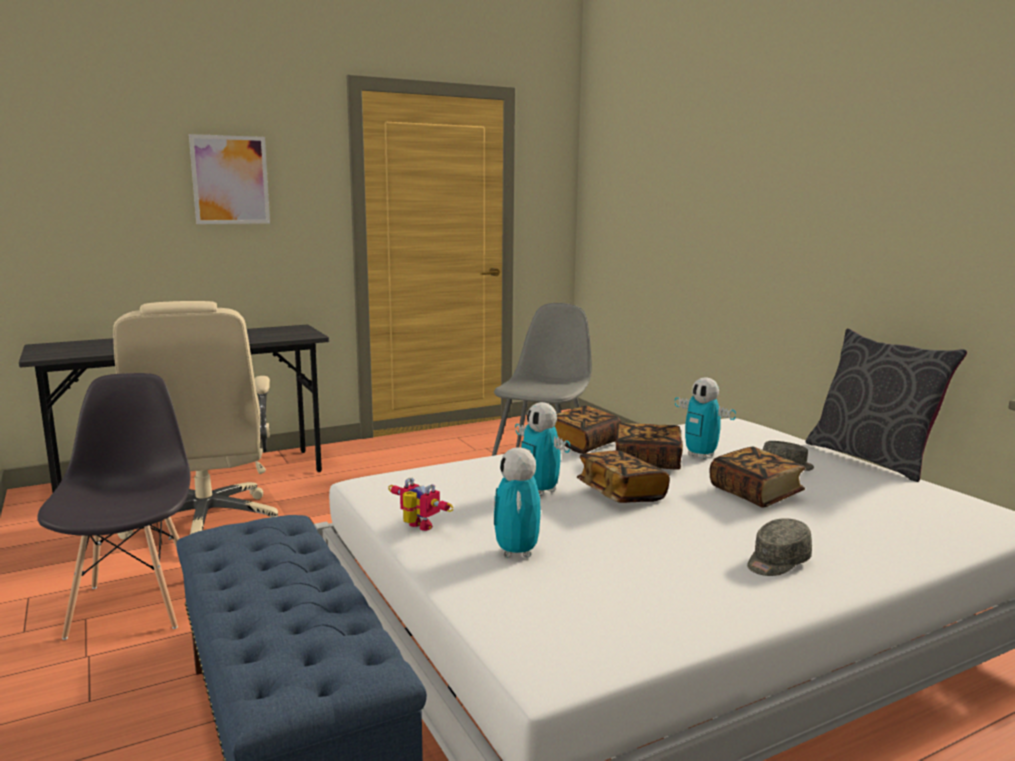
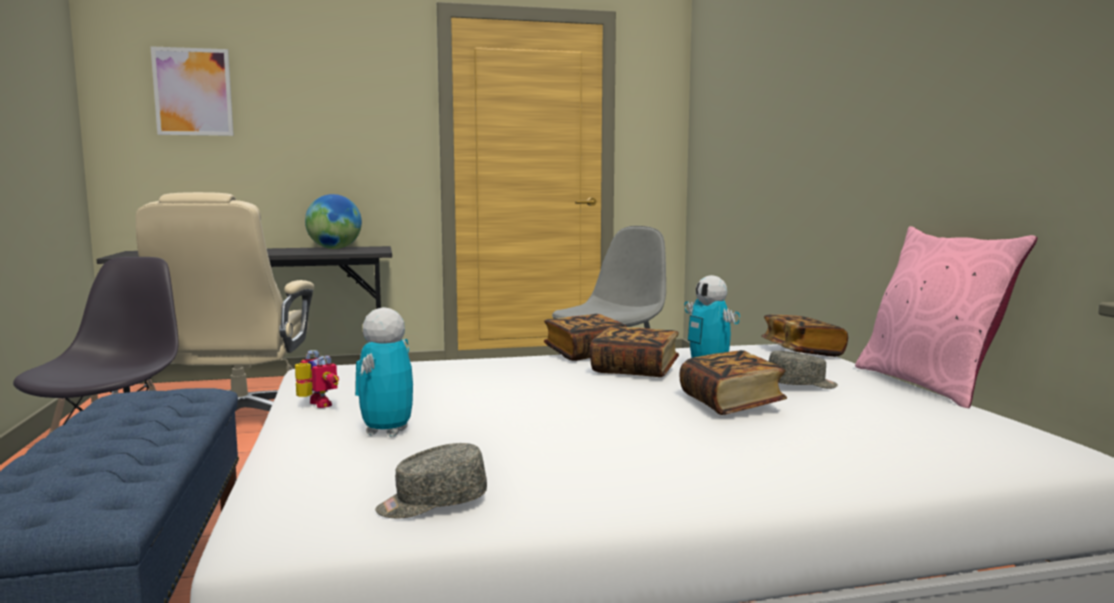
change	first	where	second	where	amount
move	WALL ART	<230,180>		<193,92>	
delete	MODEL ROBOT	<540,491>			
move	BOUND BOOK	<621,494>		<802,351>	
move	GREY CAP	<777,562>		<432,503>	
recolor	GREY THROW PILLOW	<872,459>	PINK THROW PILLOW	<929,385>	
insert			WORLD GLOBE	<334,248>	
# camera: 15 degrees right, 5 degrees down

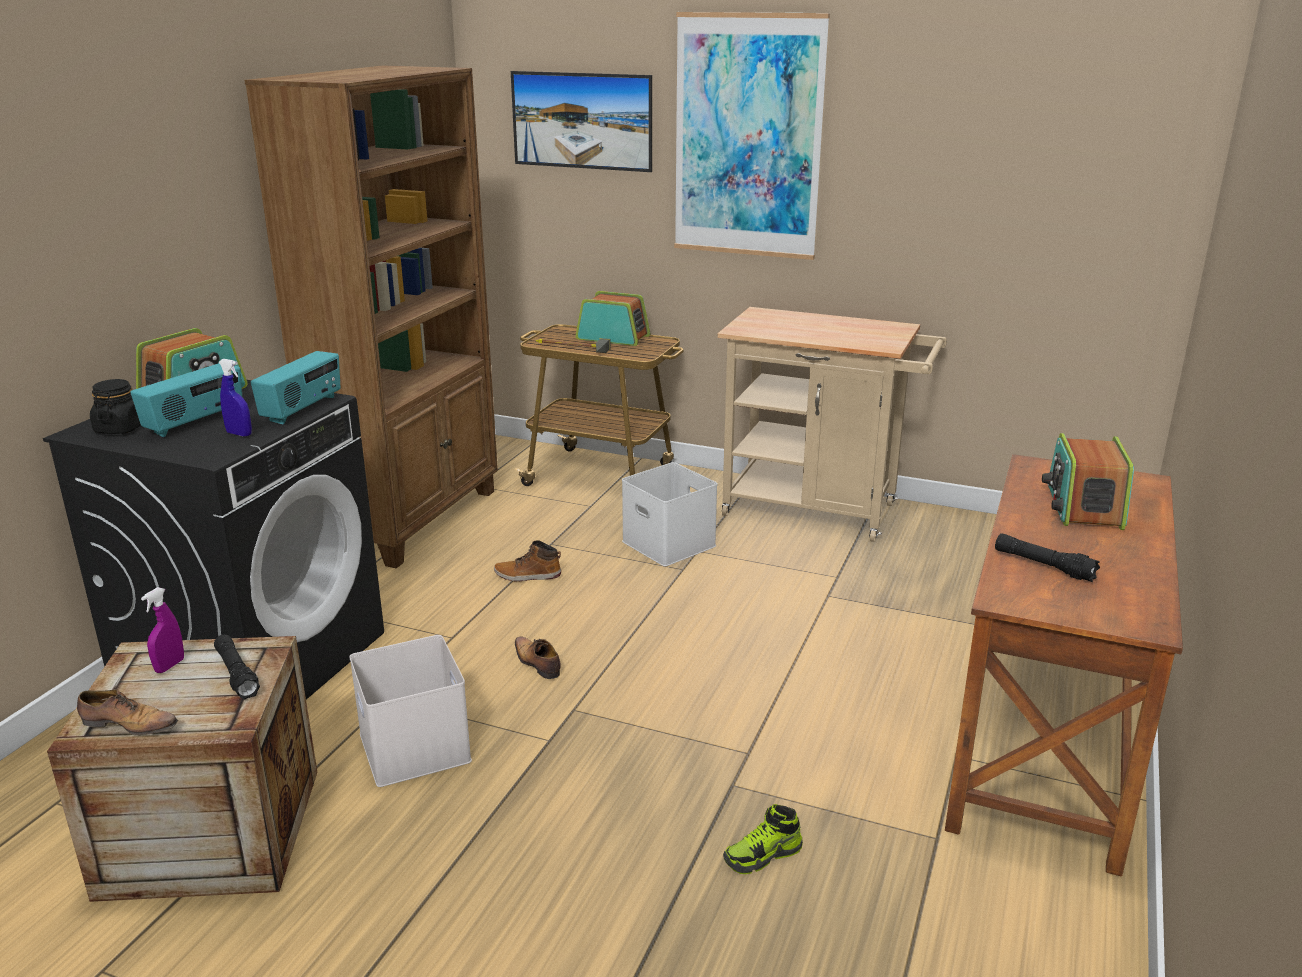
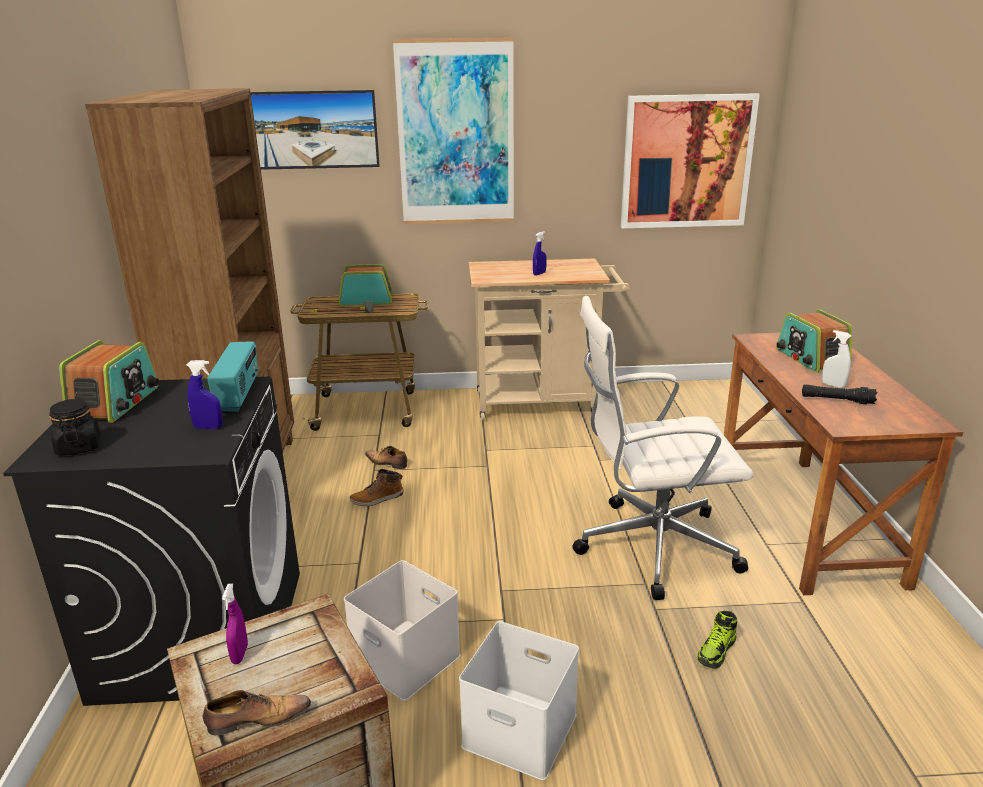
change	first	where	second	where	amount
delete	RADIO	<195,422>			
delete	BLACK HAND TORCH	<236,674>			
move	SHOE	<537,663>		<387,463>	
move	WHITE STORAGE BIN	<666,543>		<517,731>	
insert			BLUE-COLOURED SPRAY BOTTLE	<539,274>	
insert			WHITE DESK CHAIR	<651,546>	
insert			WALL ART	<686,162>	
insert			WHITE SPRAY BOTTLE	<833,385>	
# camera: 25 degrees left, 0 degrees up

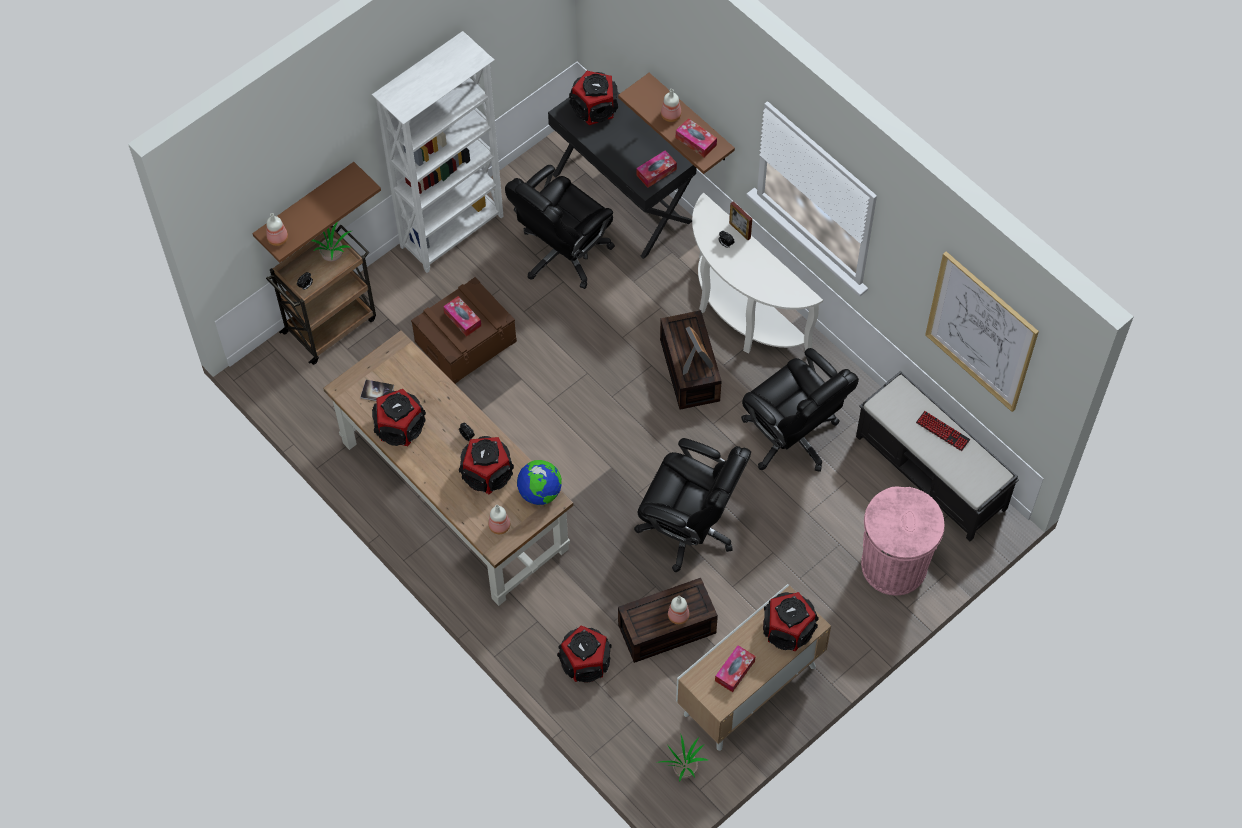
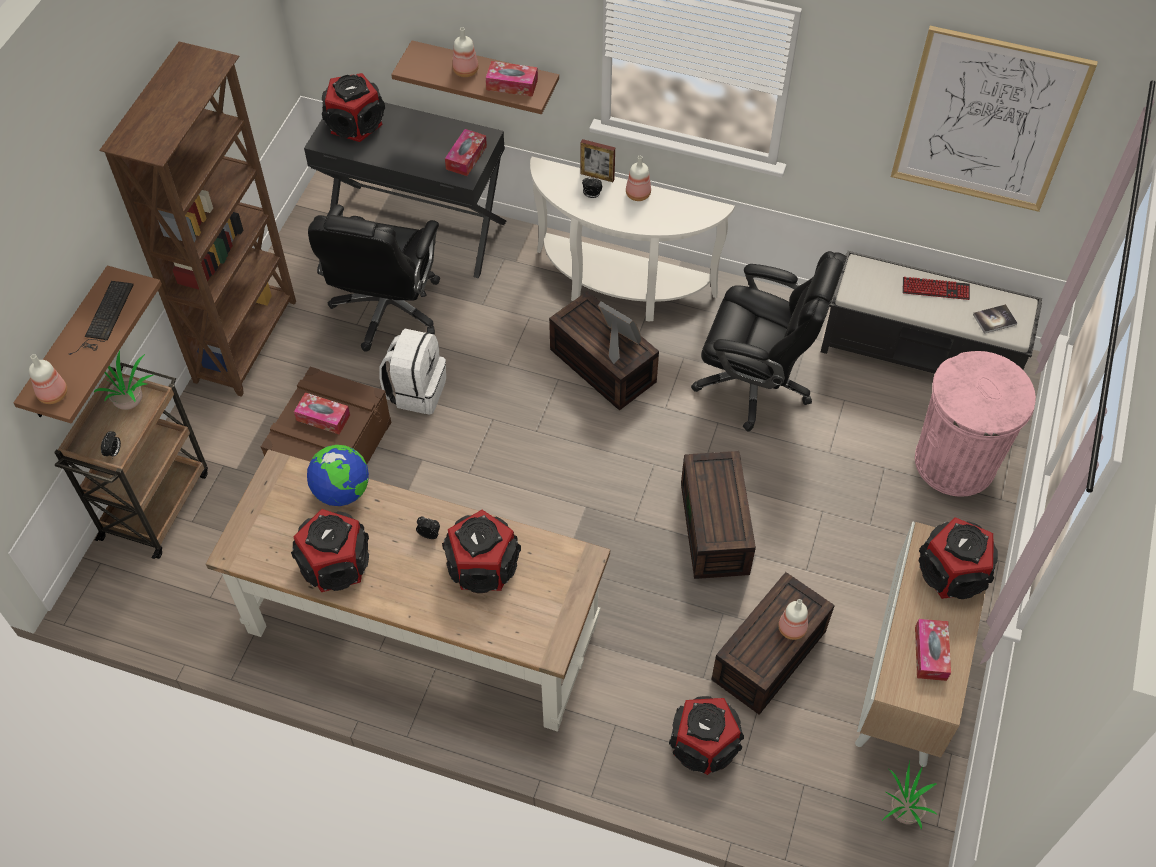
change	first	where	second	where	amount
move	BOUND BOOK	<377,392>		<994,319>	
recolor	WHITE BOOKSHELF	<453,232>	BROWN-COLOURED BOOKSHELF	<247,340>	
move	DRINK BOTTLE	<499,525>		<637,194>	
move	WORLD GLOBE	<540,492>		<342,491>	
replace	BLACK DESK CHAIR	<689,528>	BROWN-COLOURED STORAGE BIN	<716,529>	
insert			PC KEYBOARD	<104,318>	
insert			WHITE RUCKSACK	<416,390>	
# camera: 30 degrees left, 5 degrees down

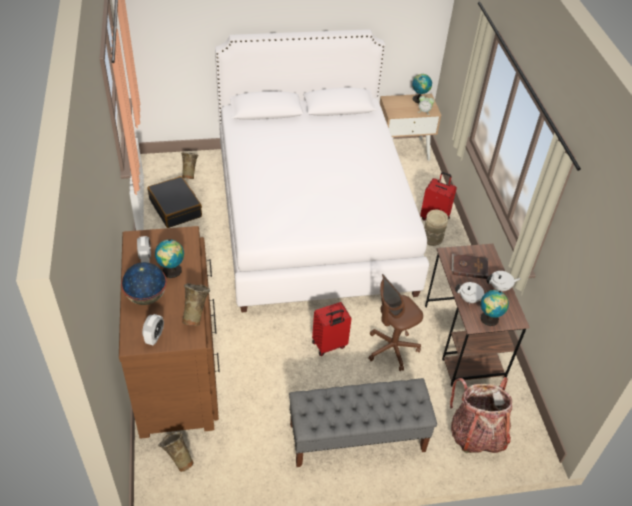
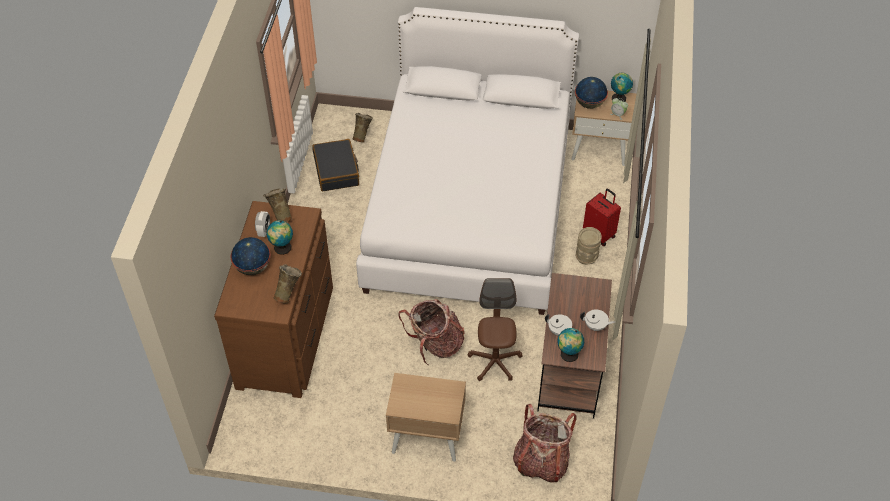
change	first	where	second	where	amount
delete	ALARM CLOCK	<154,337>			
move	BEIGE-COLOURED DECORATIVE VASE	<178,460>		<280,216>	
replace	GREY LONG SEAT	<356,438>	BEIGE-COLOURED BEDSIDE TABLE	<426,436>	
replace	REDDISH SUITCASE	<329,345>	RUCKSACK	<435,344>	
rotate	BROWN-COLOURED DESK CHAIR	<392,349>		<494,362>	105 degrees clockwise
delete	BROWN-COLOURED BOUND BOOK	<469,267>			
insert			WORLD GLOBE	<589,104>	
# camera: 20 degrees right, 5 degrees up

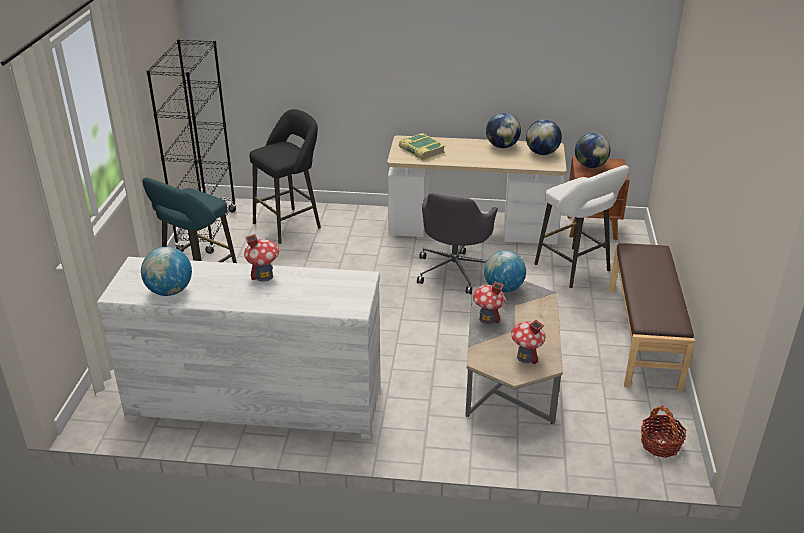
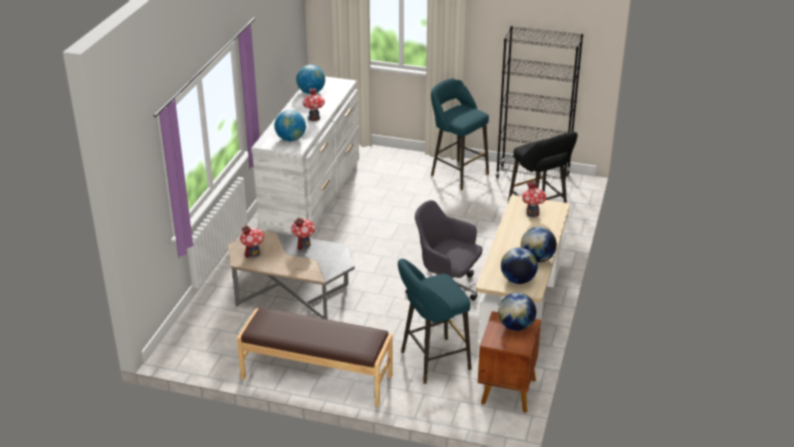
change	first	where	second	where	amount
replace	BOUND BOOK	<421,150>	MODEL HOUSE	<532,213>	
move	WORLD GLOBE	<503,288>		<291,139>	
recolor	WHITE STOOL	<575,269>	BLUE-GREEN STOOL	<431,361>	
delete	STORAGE BASKET	<660,444>			
# camera: 100 degrees right, 0 degrees up

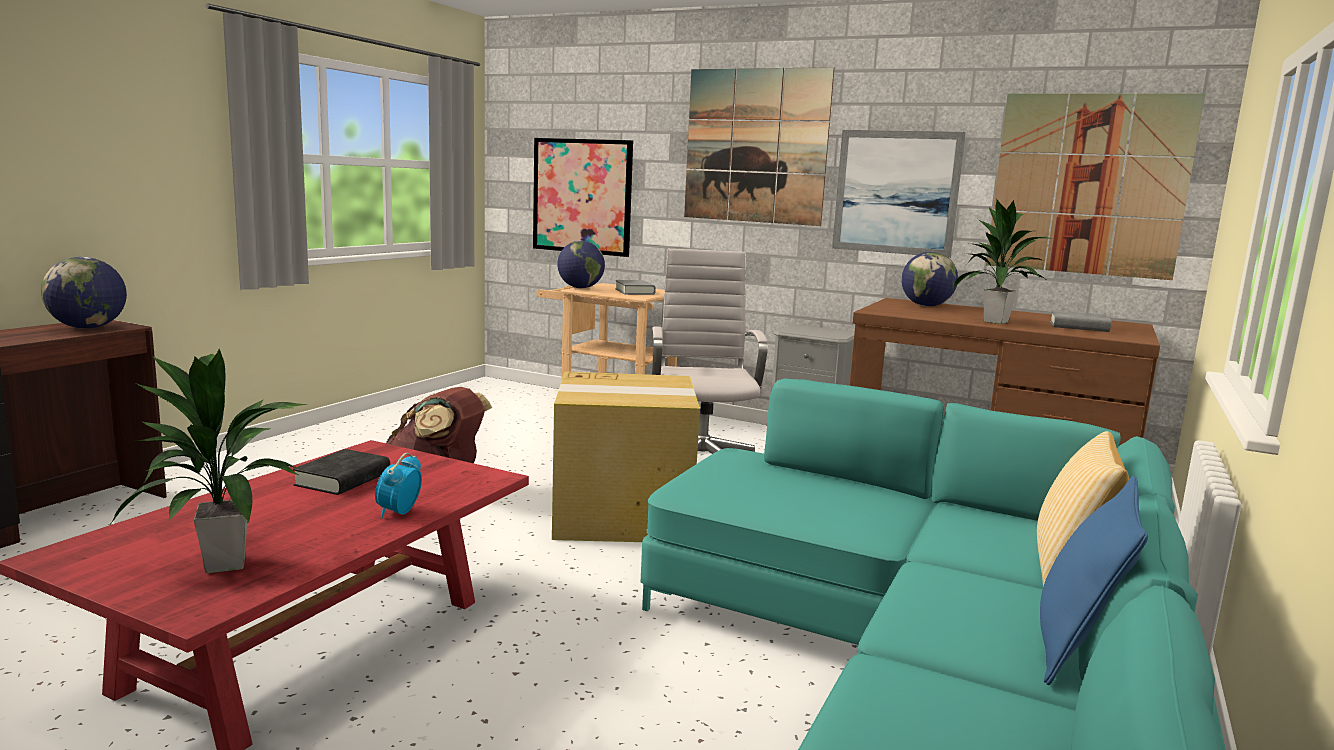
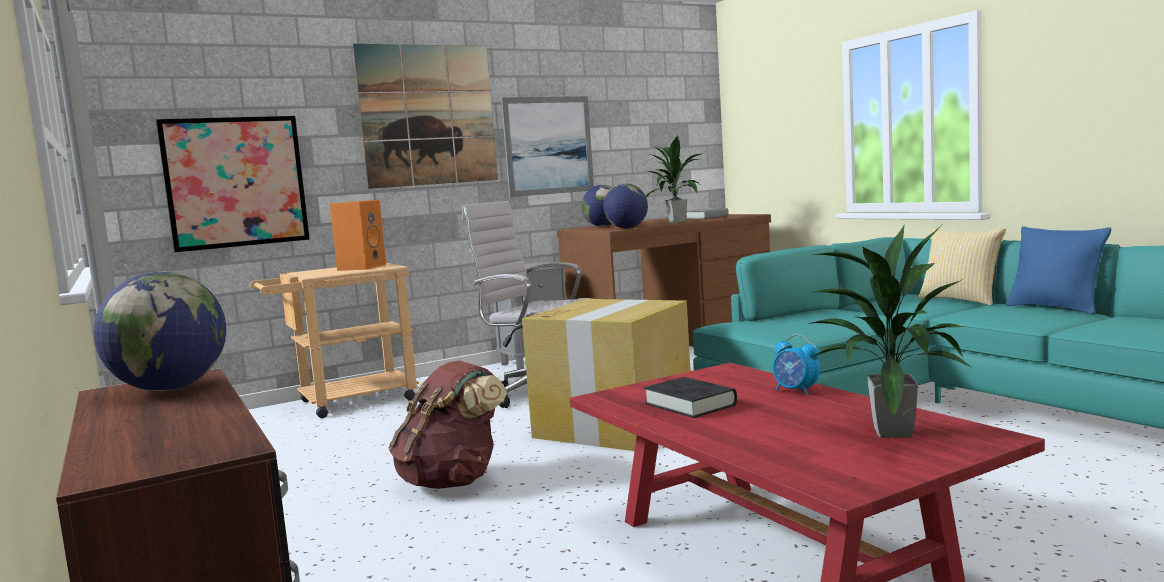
change	first	where	second	where	amount
move	WORLD GLOBE	<580,288>		<627,228>	
replace	GREY BOUND BOOK	<635,292>	ORANGE-COLOURED LOUDSPEAKER	<361,267>	
delete	WALL ART	<1088,185>			
# camera: 55 degrees left, 5 degrees down

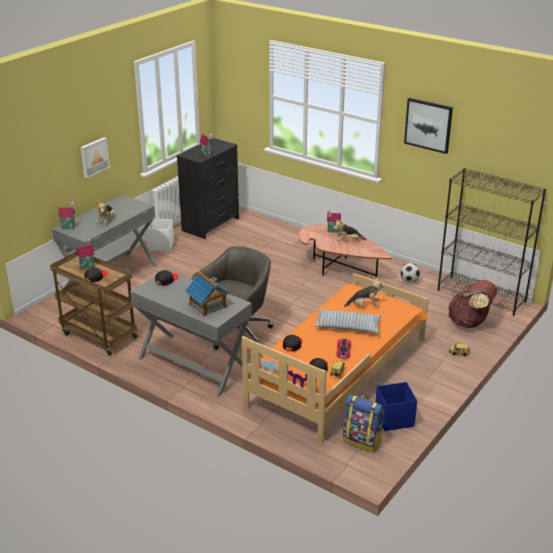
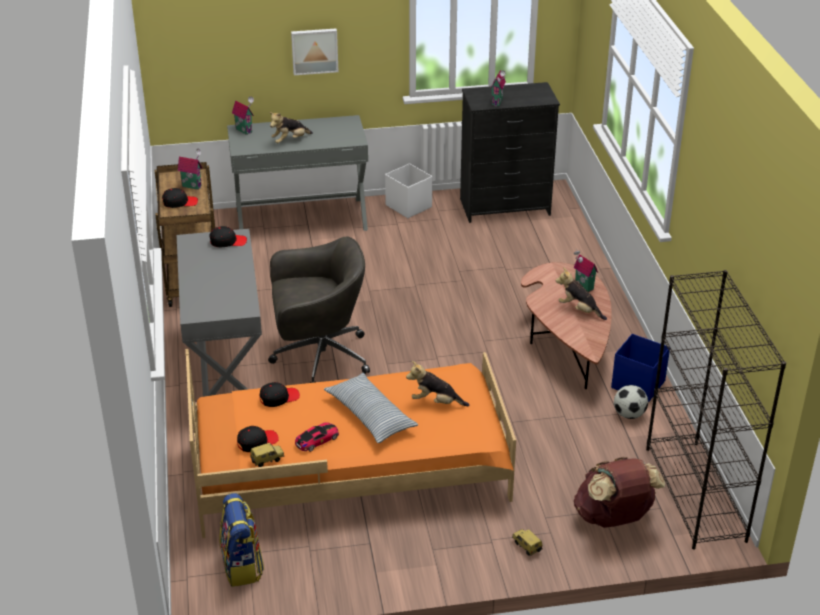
change	first	where	second	where	amount
delete	MODEL HOUSE	<208,306>			
rotate	CUDDLY TOY	<364,305>		<436,402>	150 degrees clockwise
move	BLUE-COLOURED STORAGE BIN	<393,419>		<637,384>	
delete	WALL ART	<428,125>			
# camera: 45 degrees right, 5 degrees up

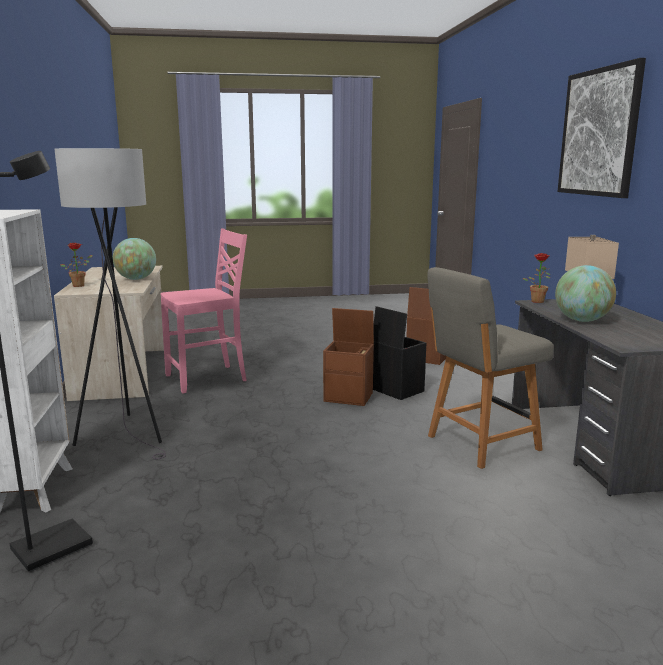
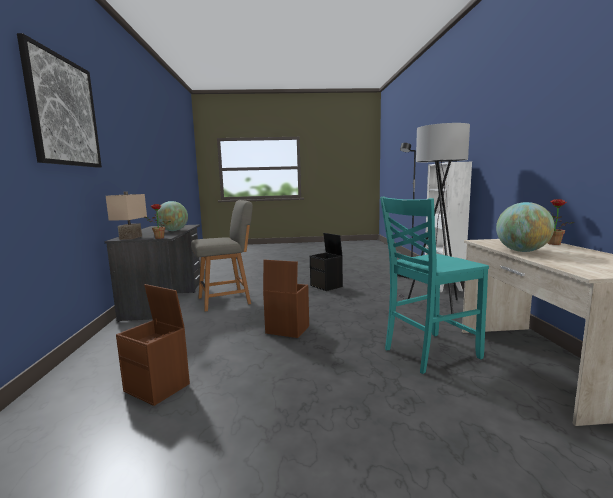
change	first	where	second	where	amount
recolor	PINK UPRIGHT CHAIR	<208,378>	BLUE-GREEN UPRIGHT CHAIR	<428,353>	
move	BLACK STORAGE BIN	<396,390>		<327,286>	
# camera: 175 degrees left, 5 degrees down

